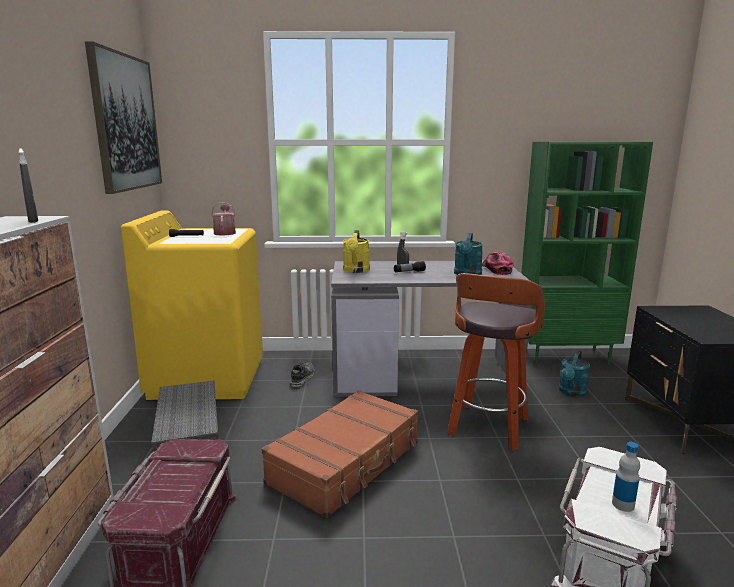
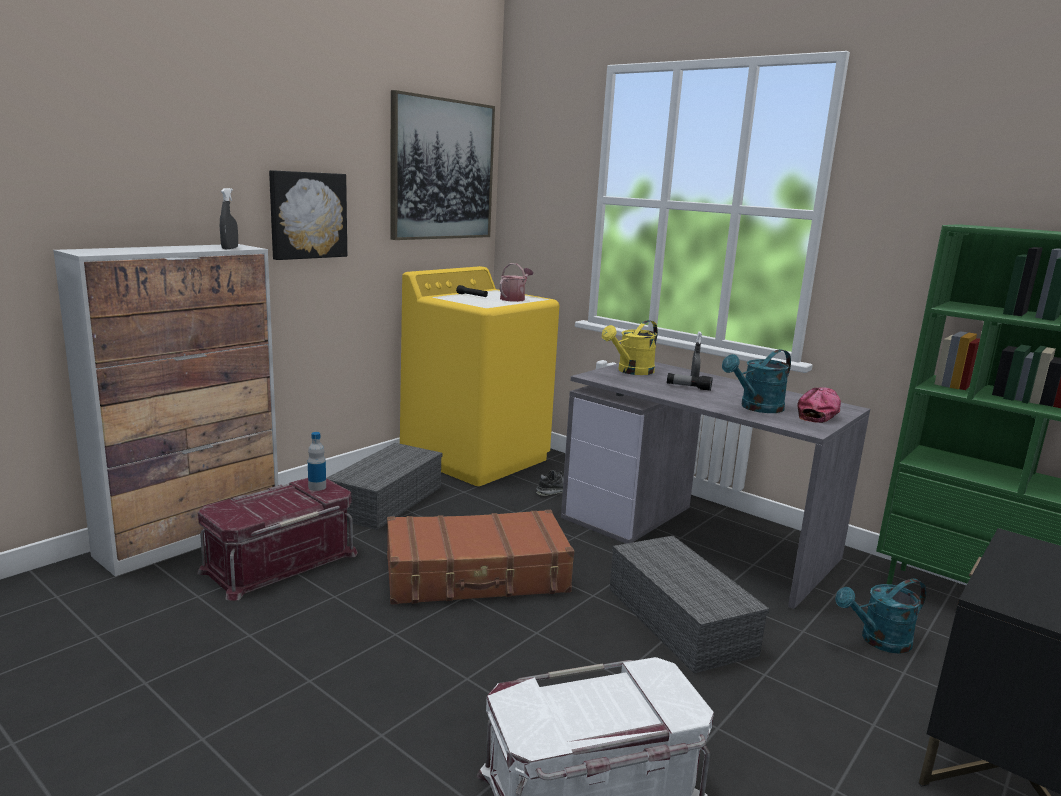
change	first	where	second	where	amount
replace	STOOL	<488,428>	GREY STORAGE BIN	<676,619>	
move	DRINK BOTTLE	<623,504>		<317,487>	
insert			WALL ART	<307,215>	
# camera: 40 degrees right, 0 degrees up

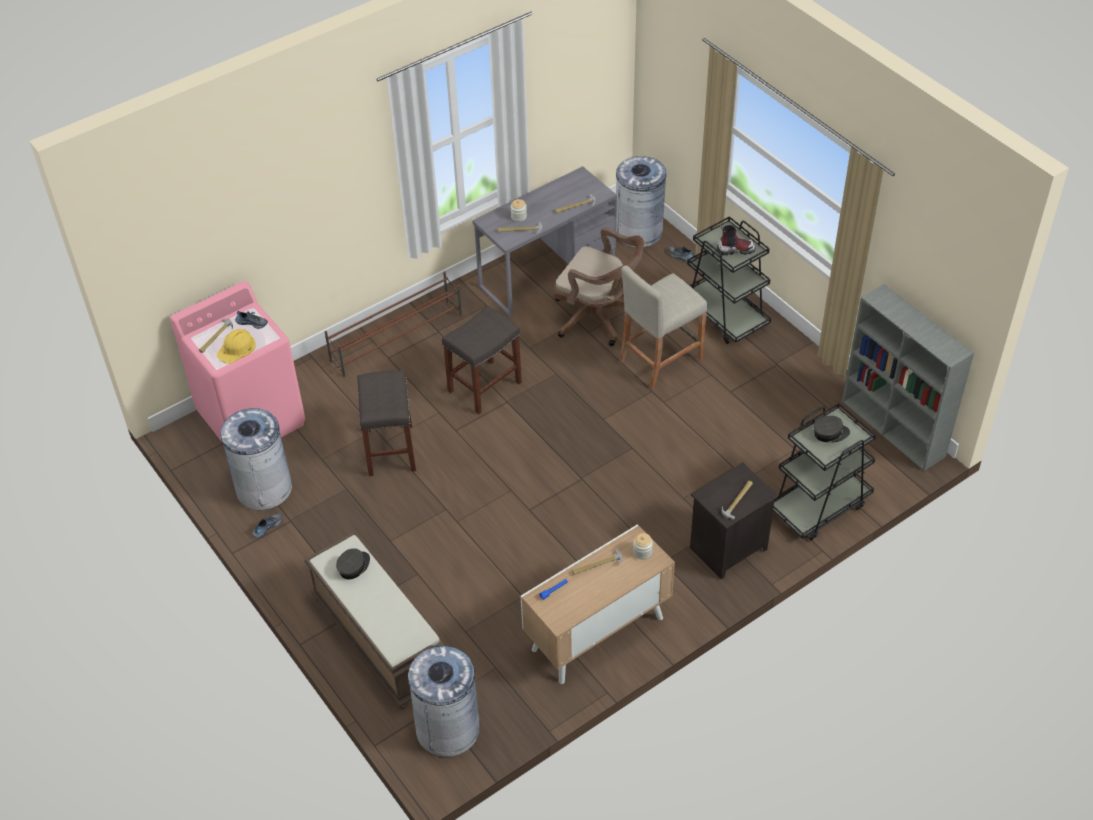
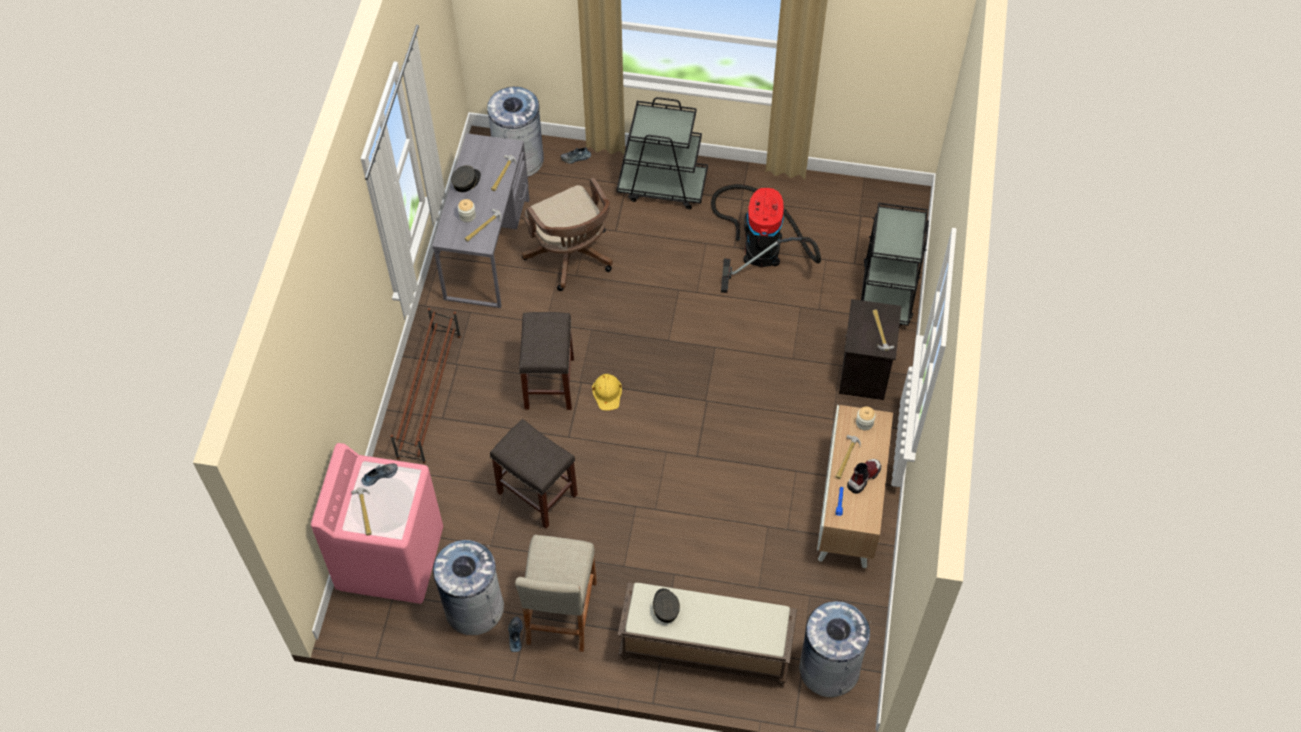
change	first	where	second	where	amount
move	YELLOW-COLOURED WORK HELMET	<237,348>		<607,392>	
rotate	BROWN-COLOURED DESK CHAIR	<599,318>		<572,257>	75 degrees clockwise
move	BEIGE-COLOURED STOOL	<660,359>		<560,612>	
move	BOOT	<735,249>		<863,477>	
move	GREY CAP	<830,433>		<466,181>	
delete	GREY BOOKSHELF	<894,429>			
insert			HOOVER	<761,244>	
# camera: 45 degrees left, 10 degrees up

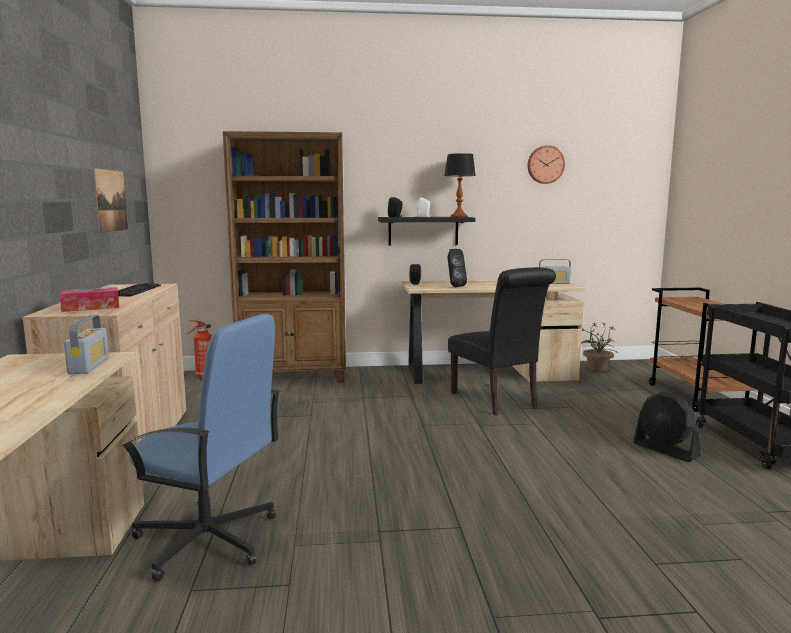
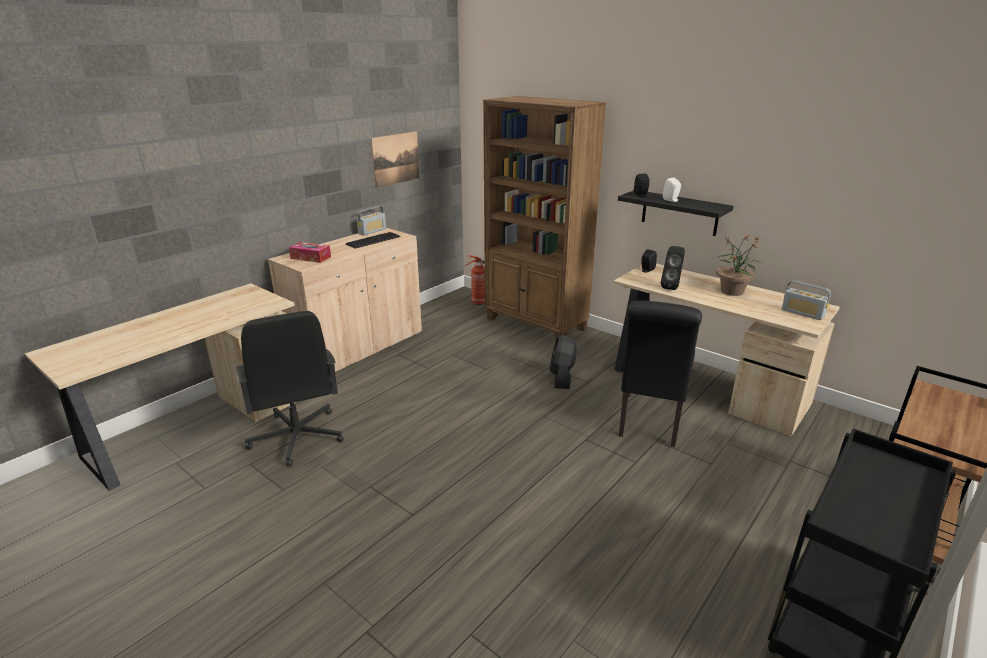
change	first	where	second	where	amount
move	RADIO	<89,366>		<372,231>	
recolor	BLUE-COLOURED DESK CHAIR	<208,540>	BLACK DESK CHAIR	<297,437>	
delete	LAMP FOR A TABLE	<459,217>			
delete	HANGING CLOCK	<545,164>			
move	HOUSEPLANT	<597,368>		<732,291>	
move	BLACK FAN	<665,450>		<562,377>	
# camera: 45 degrees right, 15 degrees up

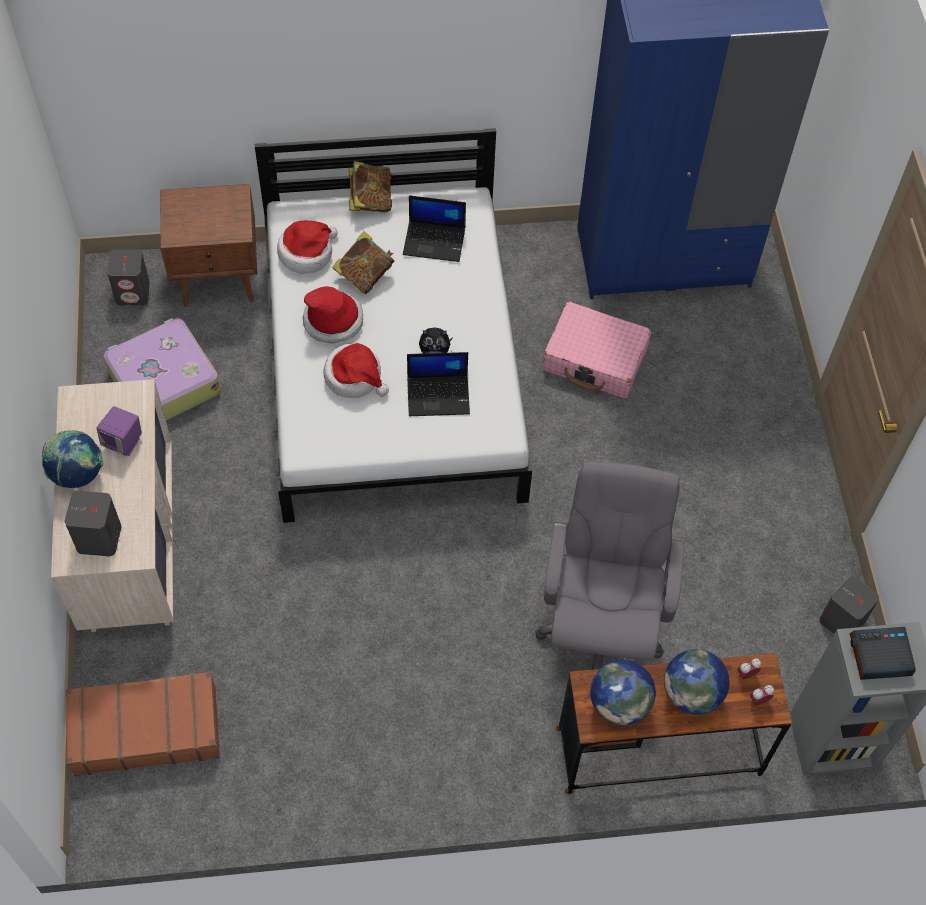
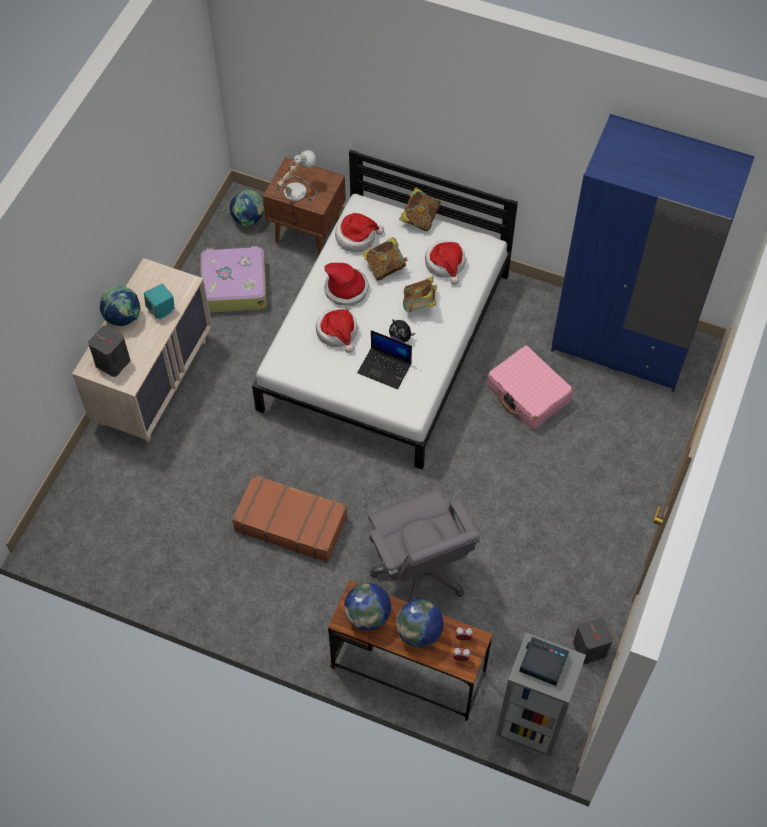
change	first	where	second	where	amount
move	BROWN-COLOURED SUITCASE	<145,729>		<291,523>	
recolor	PURPLE LOUDSPEAKER	<123,442>	BLUE-GREEN LOUDSPEAKER	<161,310>	
replace	GREY LOUDSPEAKER	<133,292>	WORLD GLOBE	<248,219>	
replace	PORTABLE COMPUTER	<435,241>	WEARABLE HAT	<445,264>	
rotate	GREY DESK CHAIR	<600,625>		<420,572>	120 degrees clockwise
insert			LAMP FOR A TABLE	<294,190>	
insert			BOUND BOOK	<419,305>	
# camera: 30 degrees right, 0 degrees up

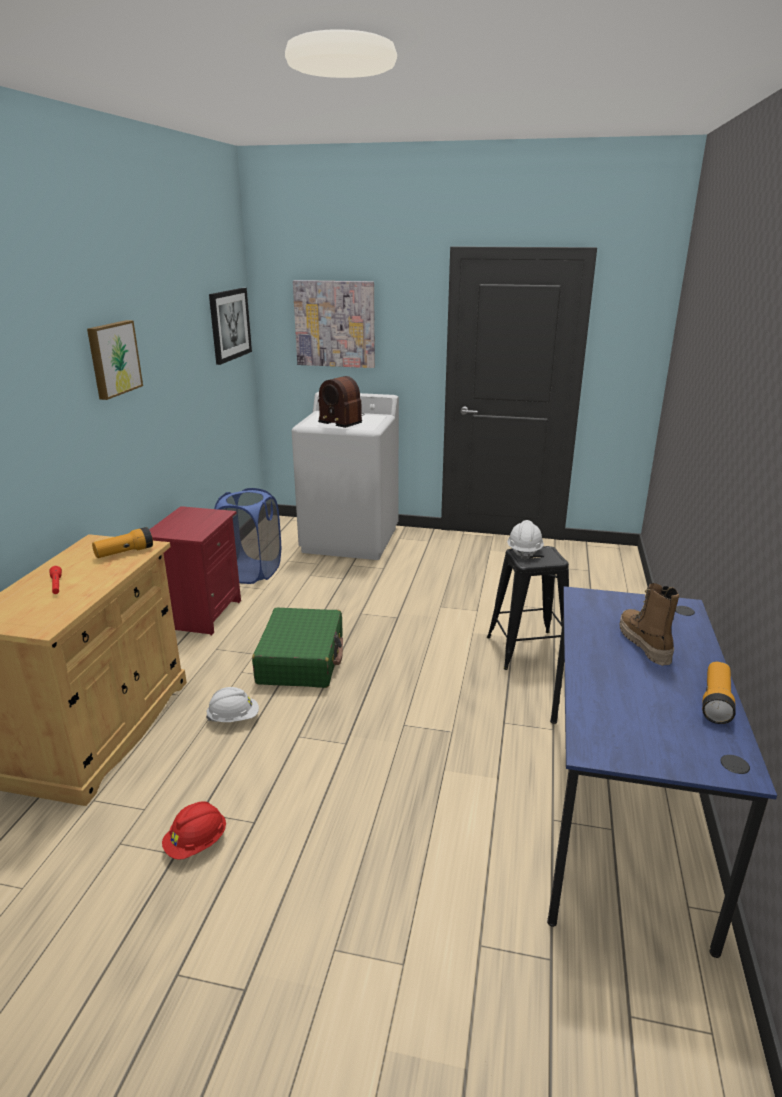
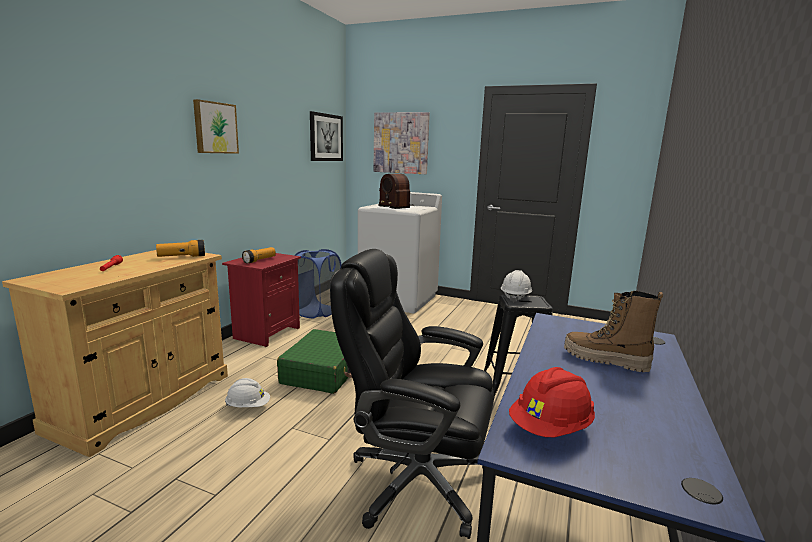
change	first	where	second	where	amount
move	REDDISH WORK HELMET	<196,843>		<550,428>	
rotate	BOOT	<644,644>		<605,360>	60 degrees counterclockwise
move	HAND TORCH	<716,702>		<259,260>	
insert			BLACK DESK CHAIR	<416,481>	
# camera: 10 degrees right, 10 degrees down

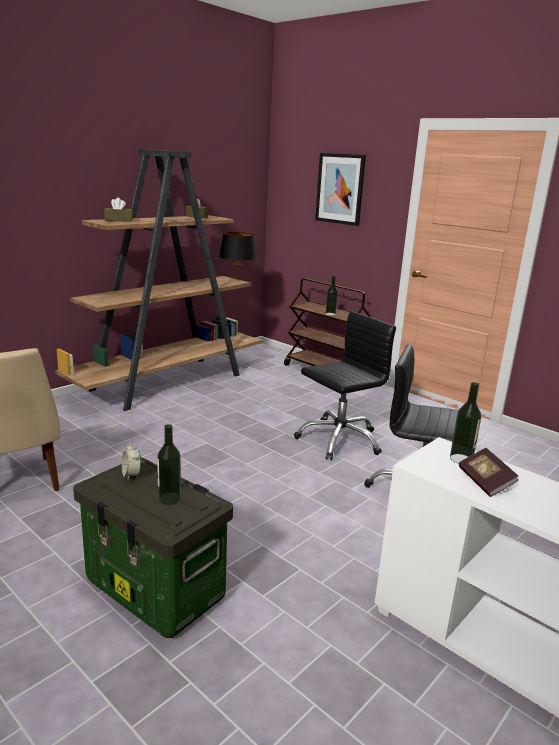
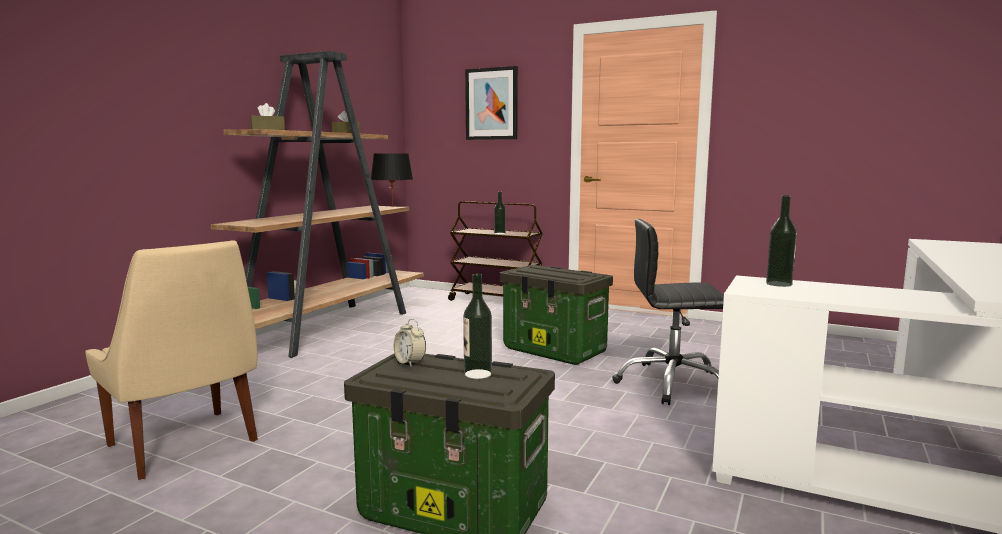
change	first	where	second	where	amount
replace	BLACK DESK CHAIR	<339,440>	STORAGE BIN	<556,350>	
delete	BOUND BOOK	<485,482>			
# camera: 15 degrees left, 10 degrees down

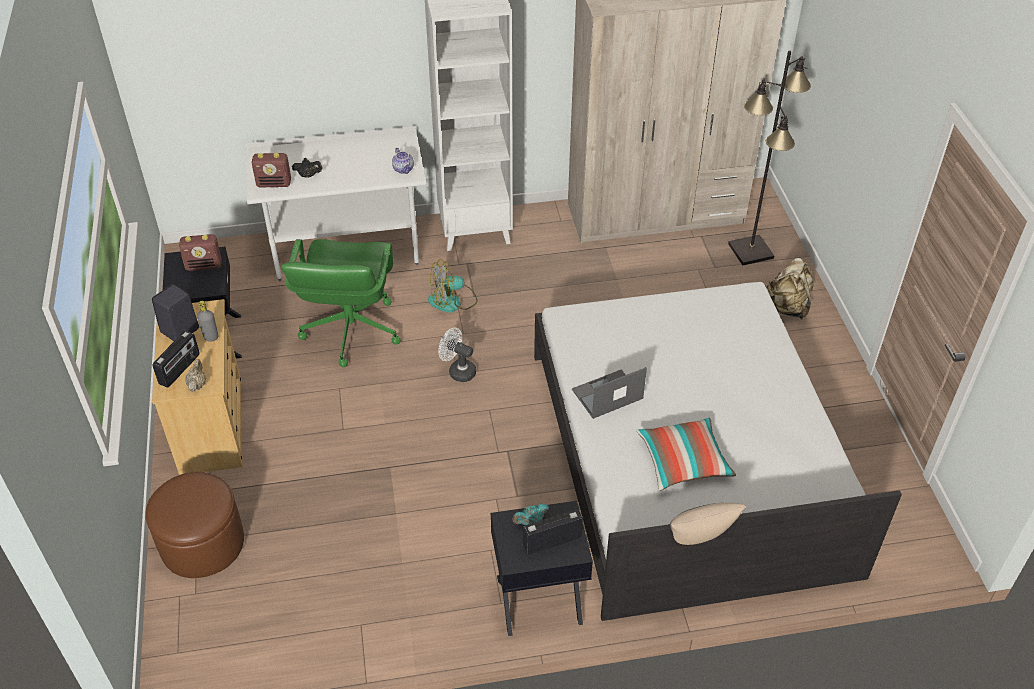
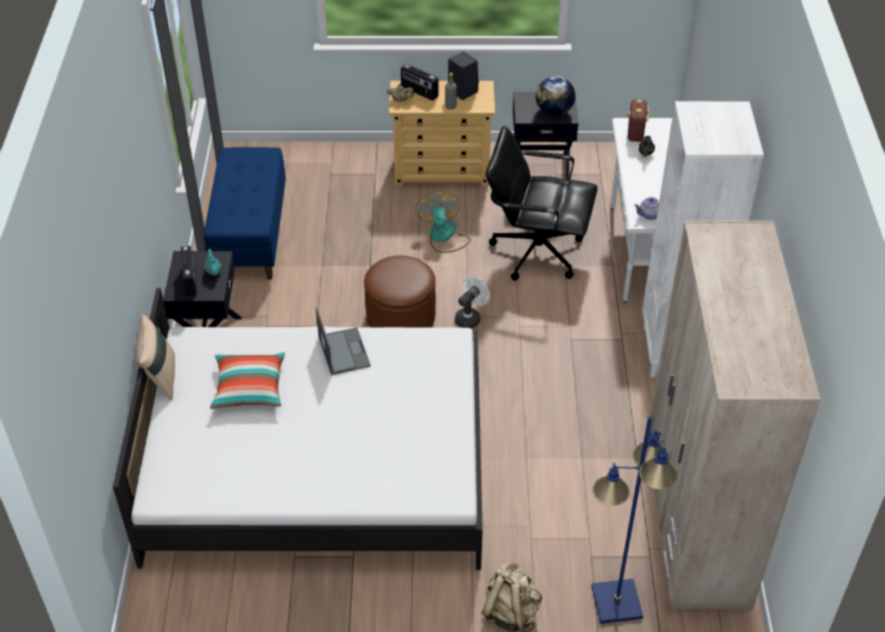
change	first	where	second	where	amount
move	BROWN-COLOURED OTTOMAN	<202,543>		<400,317>	
replace	RADIO	<204,265>	WORLD GLOBE	<554,112>	
recolor	GREEN-COLOURED DESK CHAIR	<350,331>	BLACK DESK CHAIR	<536,251>	
move	FAN	<452,301>		<444,237>	
recolor	BLACK STANDING LAMP	<751,251>	BLUE-COLOURED STANDING LAMP	<616,602>	
insert			BLUE-COLOURED LONG SEAT	<250,235>	
# camera: 100 degrees right, 0 degrees up

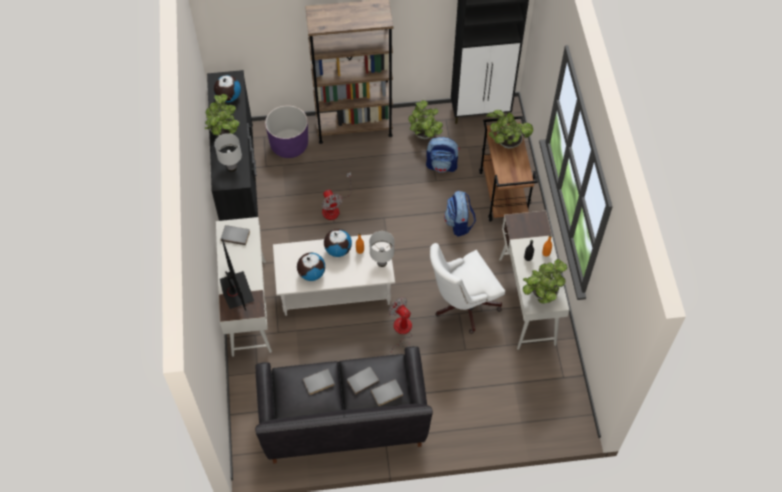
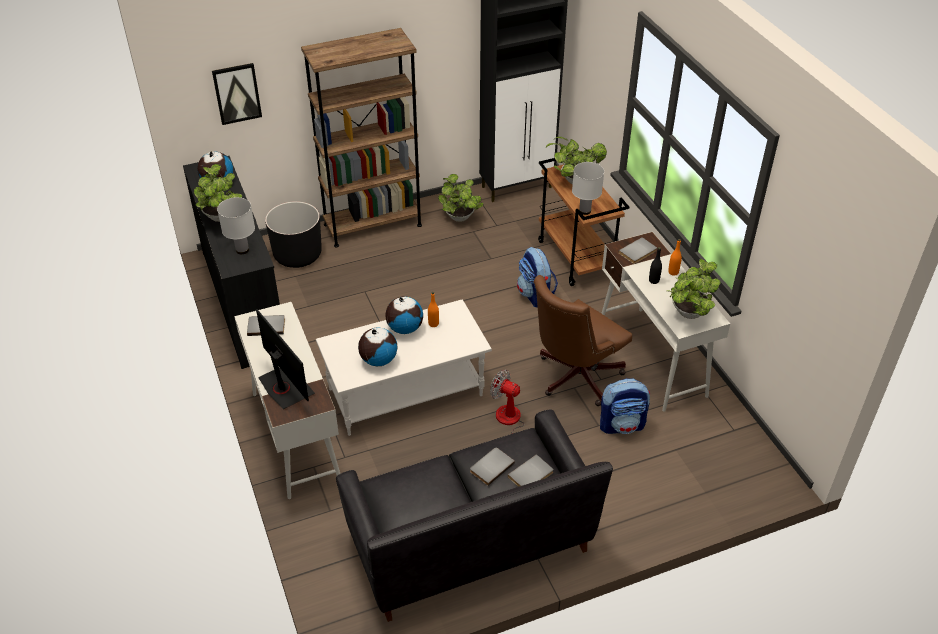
change	first	where	second	where	amount
recolor	PURPLE PLANTER	<289,145>	BLACK PLANTER	<297,255>	
move	GREY BOUND BOOK	<319,383>		<638,252>	
delete	FAN	<334,207>			
move	WHITE LAMP FOR A TABLE	<381,262>		<584,211>	
move	RUCKSACK	<442,165>		<622,425>	
recolor	WHITE DESK CHAIR	<462,305>	BROWN-COLOURED DESK CHAIR	<574,378>	
insert			WALL ART	<237,93>	
# camera: 15 degrees left, 15 degrees down

